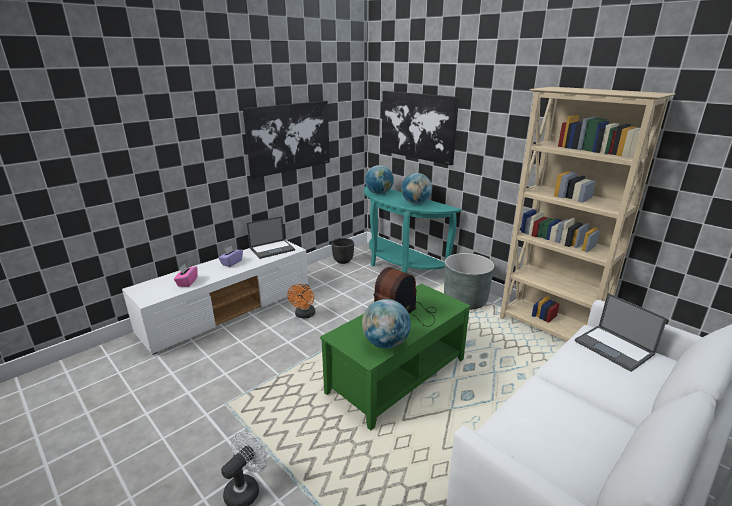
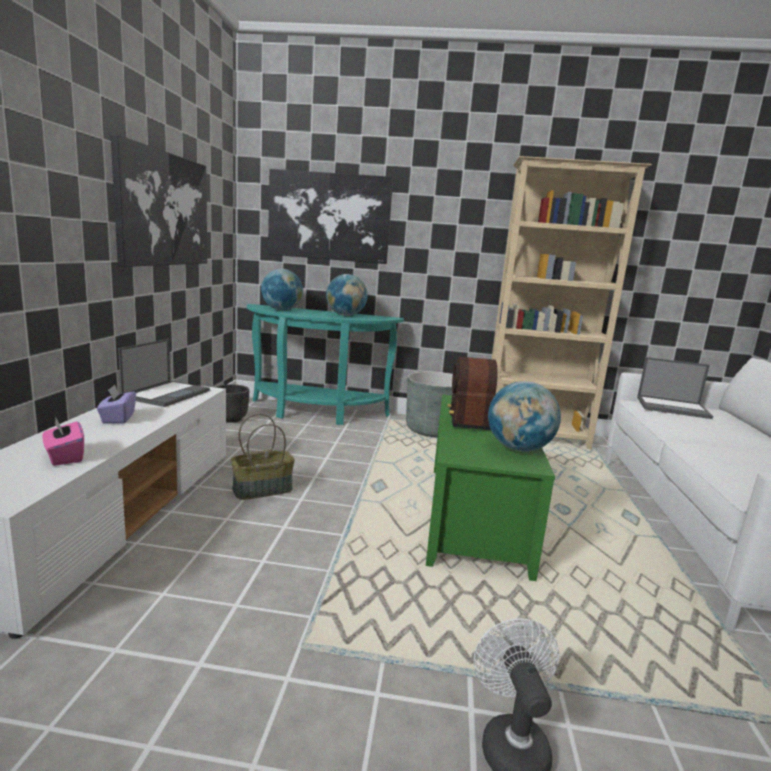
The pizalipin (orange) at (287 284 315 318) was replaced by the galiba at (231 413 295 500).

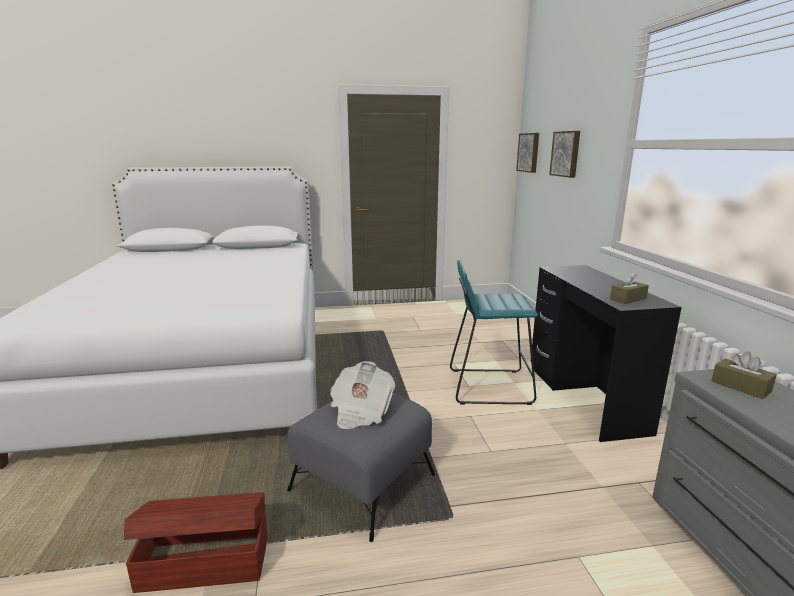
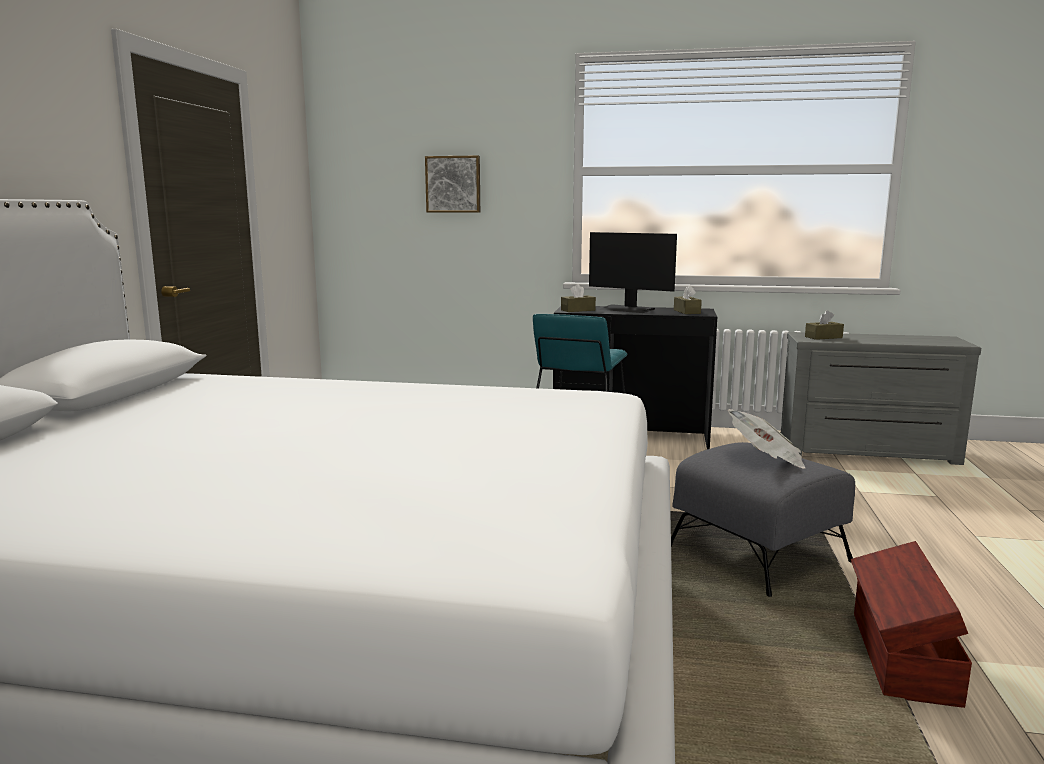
The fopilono at (516 133 539 173) disappeared.
The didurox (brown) at (561 284 596 312) appeared.
The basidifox at (589 232 677 313) appeared.

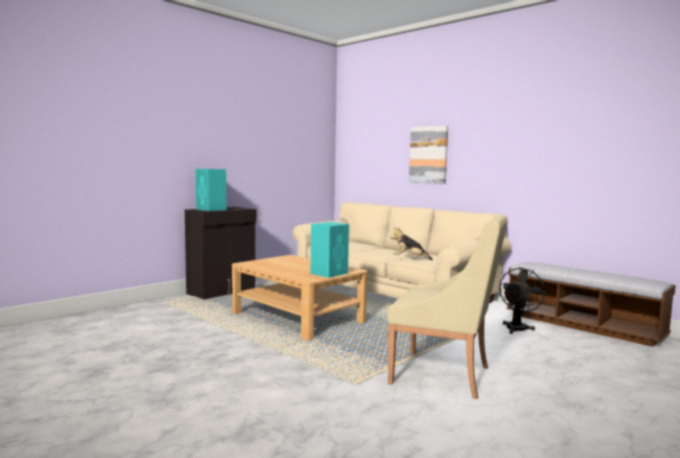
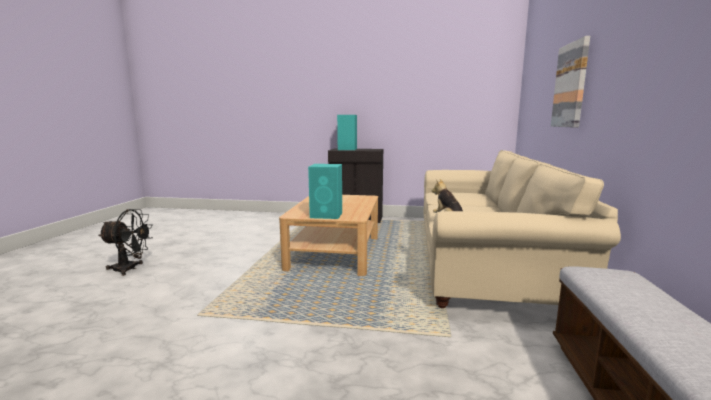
The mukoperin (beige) at (388 214 508 399) disappeared.
The pizalipin (black) moved from (499 267 547 334) to (98 209 153 276).

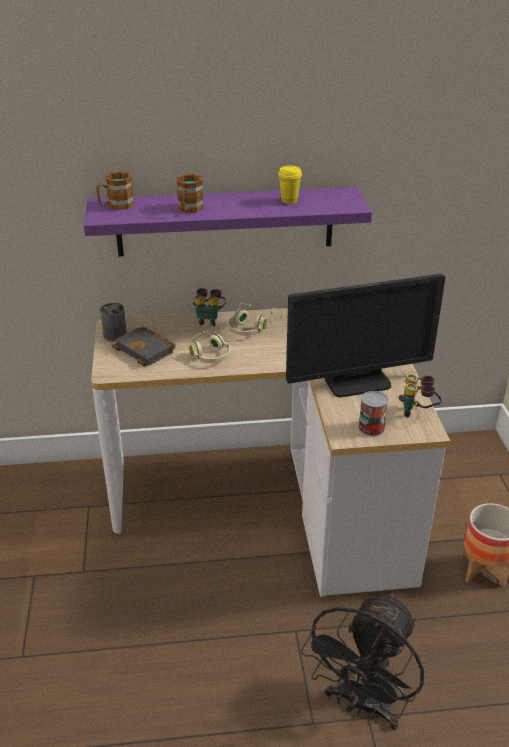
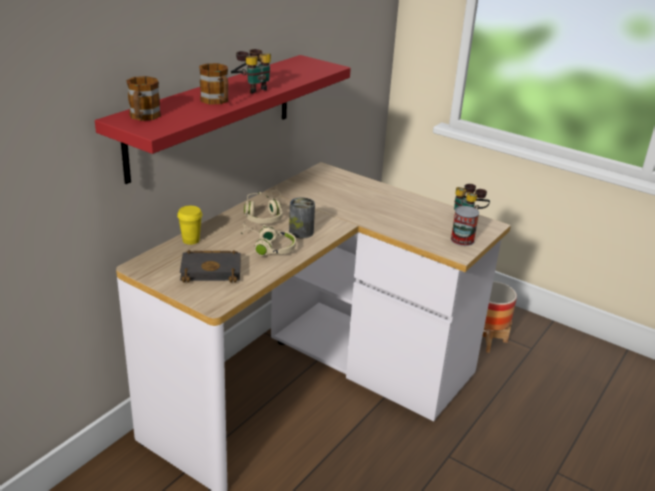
The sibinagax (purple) at (84 187 372 257) became the sibinagax (red) at (95 55 351 184).
The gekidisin moved from (100 303 127 342) to (289 197 315 239).
The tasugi moved from (193 288 226 326) to (231 49 271 94).
The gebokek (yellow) moved from (278 166 302 204) to (177 206 202 245).
The basidifox at (286 274 445 398) disappeared.
The pizalipin (black) at (301 592 424 730) disappeared.

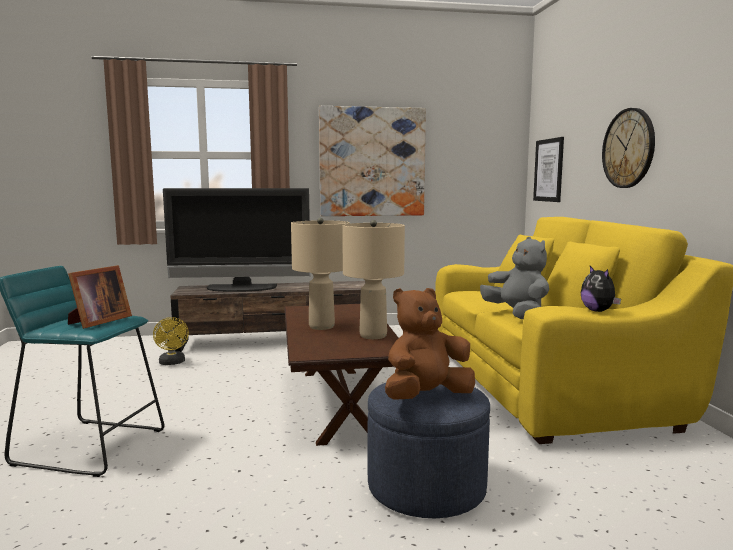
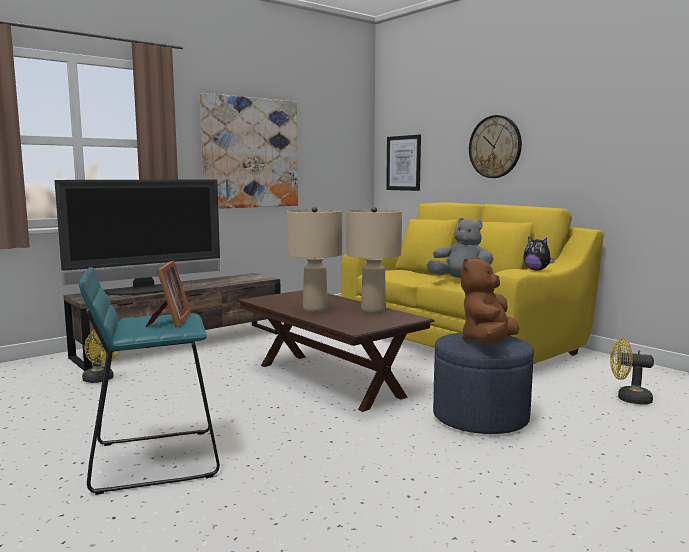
The pizalipin (yellow) at (610 338 654 405) appeared.

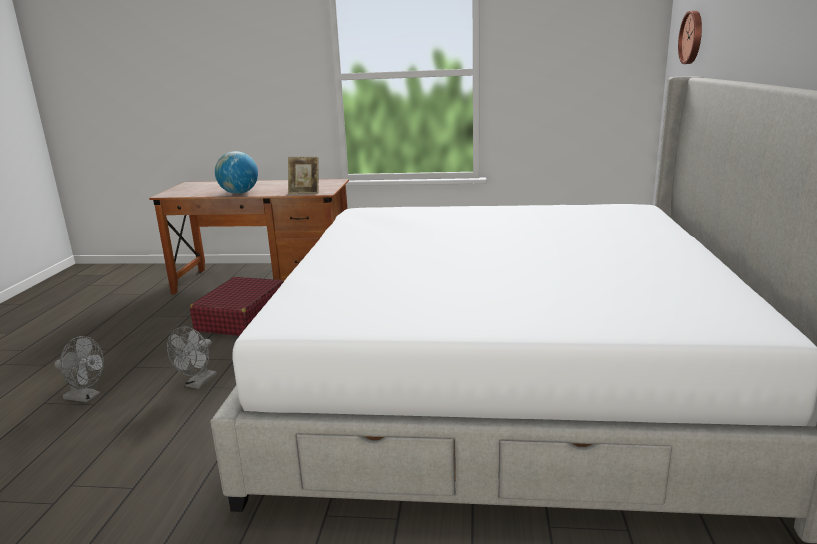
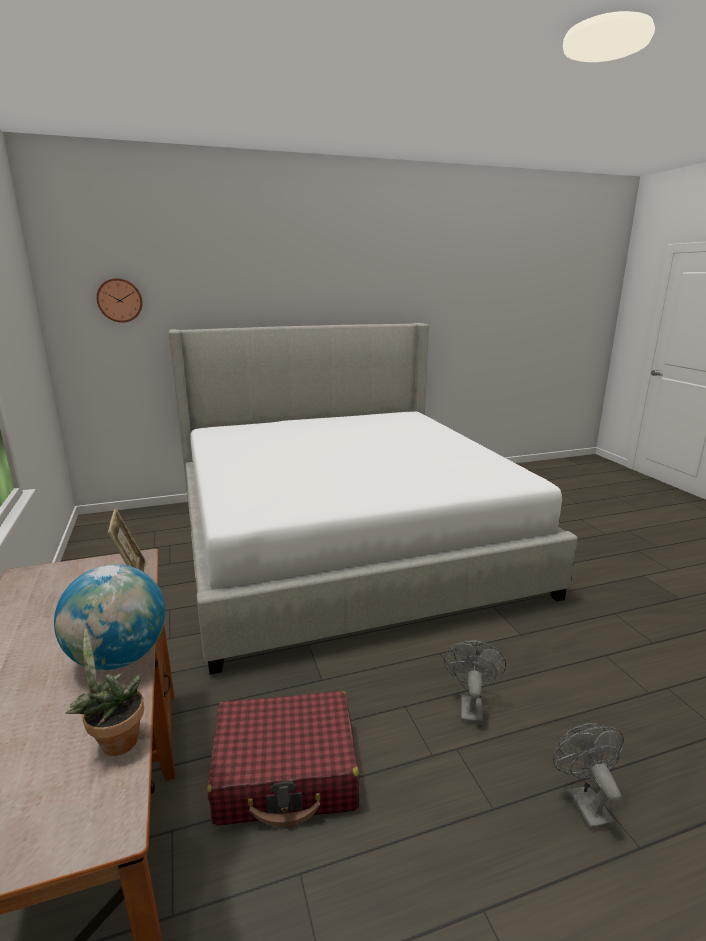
The pizalipin (grey) at (167 327 217 389) turned 75 degrees counterclockwise.
The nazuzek at (65 629 144 756) appeared.

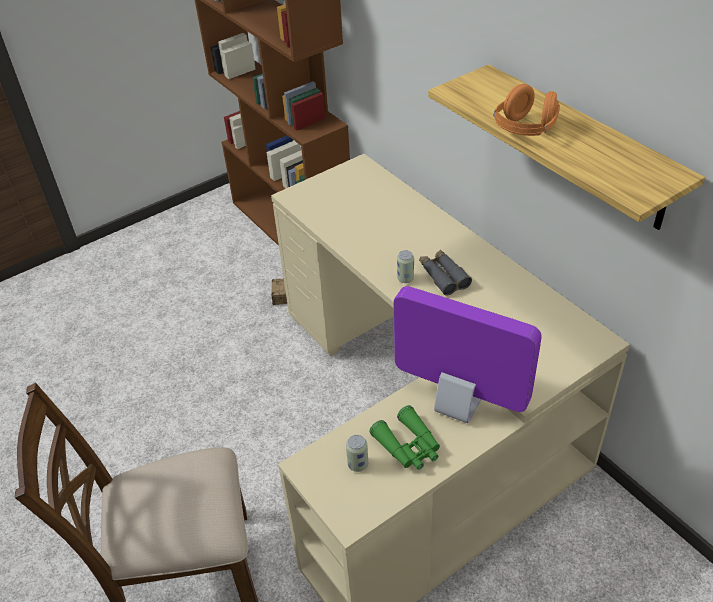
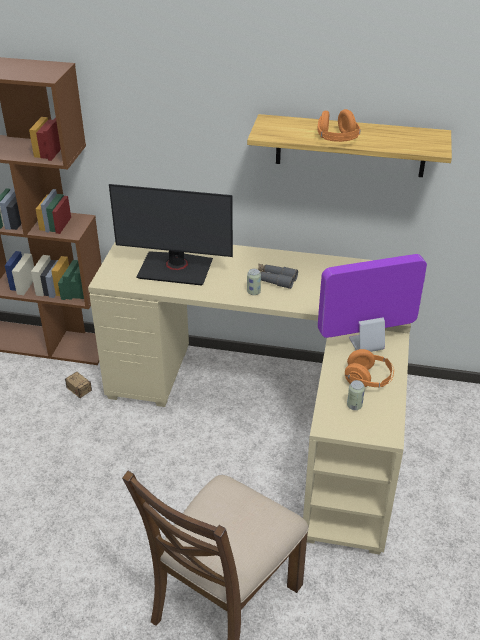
The tasugi (green) at (369 405 440 470) was replaced by the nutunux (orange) at (345 349 394 387).
The basidifox at (109 184 233 286) appeared.

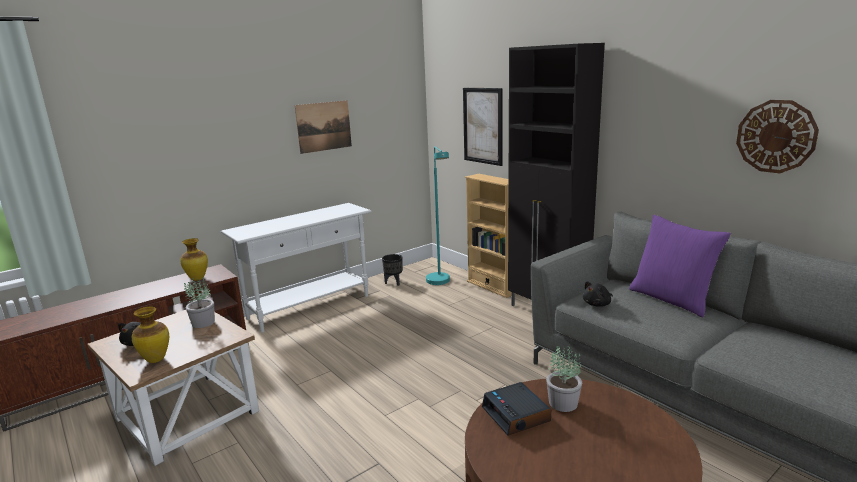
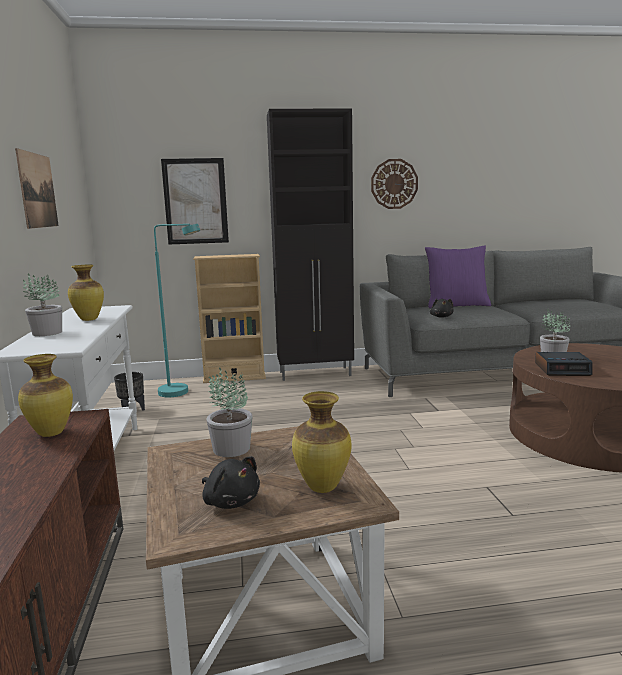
The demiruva moved from (736 100 819 173) to (371 159 418 209).
The nazuzek at (23 273 62 336) appeared.
The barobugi at (68 265 104 321) appeared.

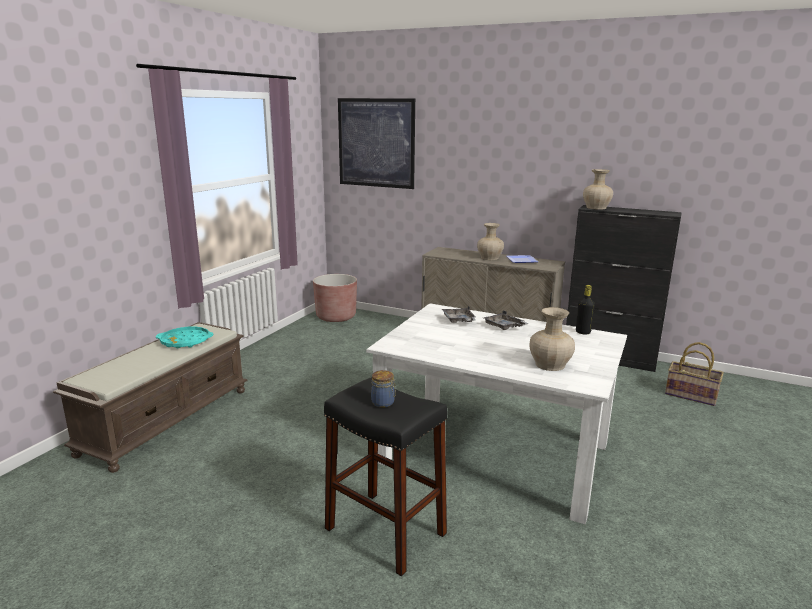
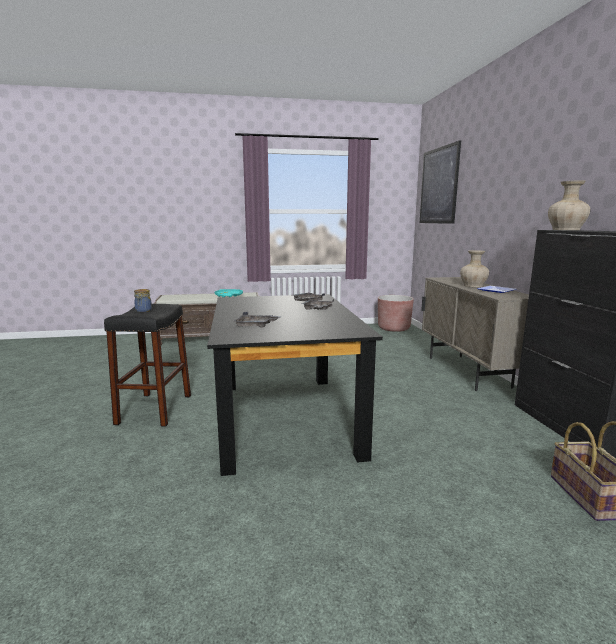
The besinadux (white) at (366 303 627 525) became the besinadux (black) at (207 294 383 476).
The barobugi (beige) at (530 307 575 371) was replaced by the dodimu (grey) at (233 312 281 327).
The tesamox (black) at (576 285 595 334) disappeared.

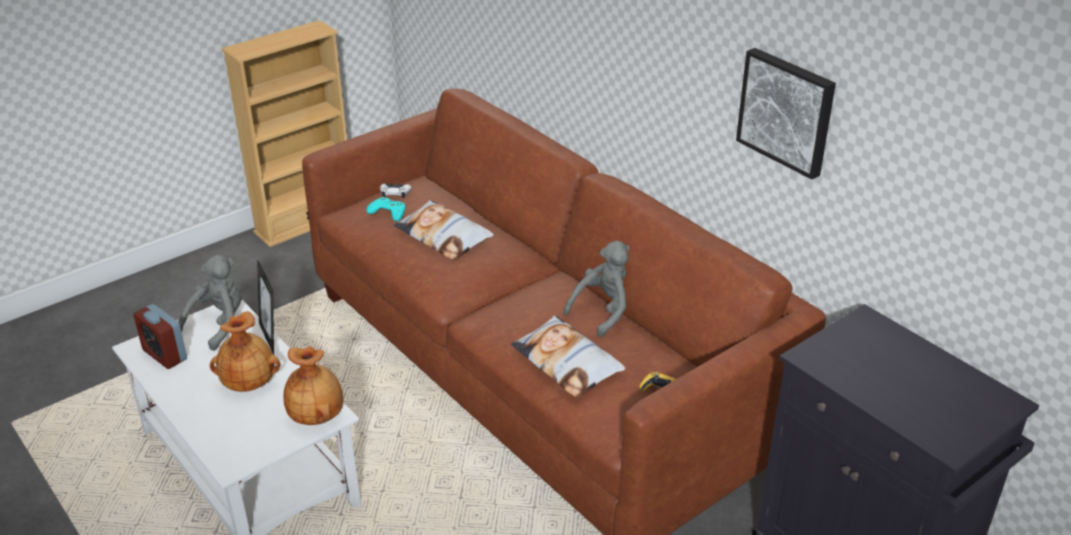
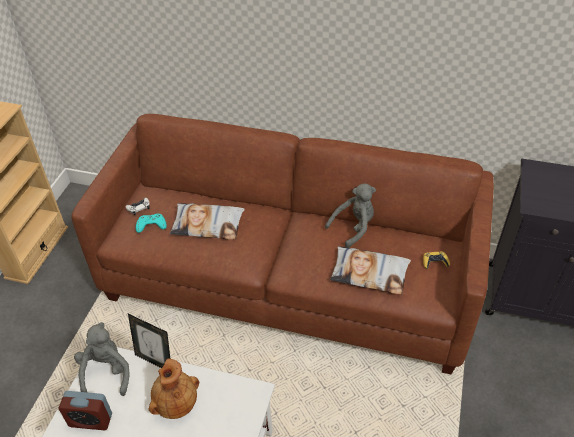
The barobugi (brown) at (283 346 343 425) disappeared.
The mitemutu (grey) at (563 241 629 337) turned 45 degrees clockwise.
The fopilono at (736 48 836 179) disappeared.

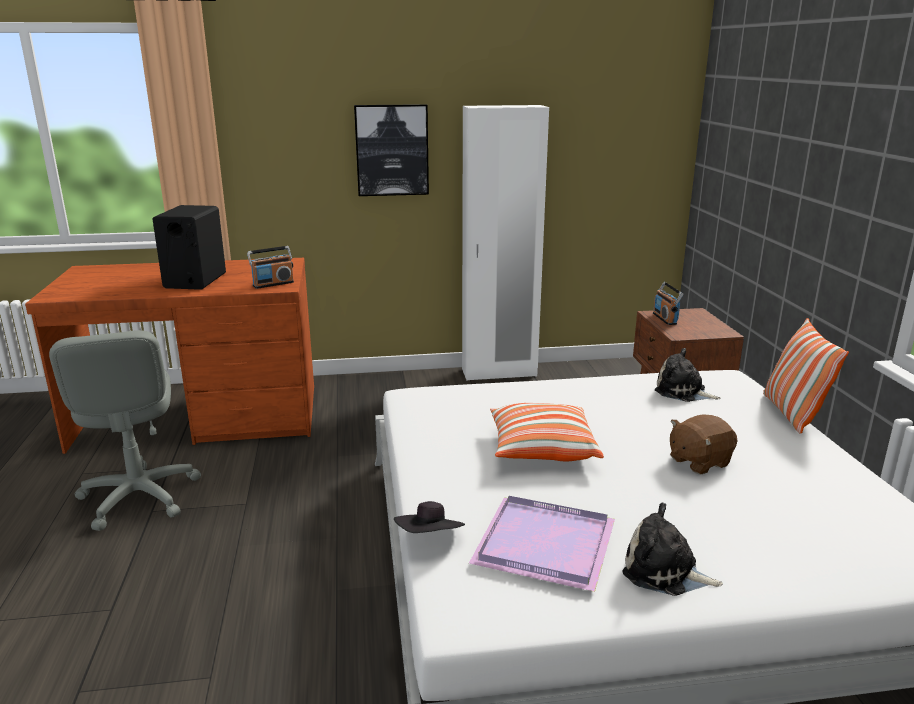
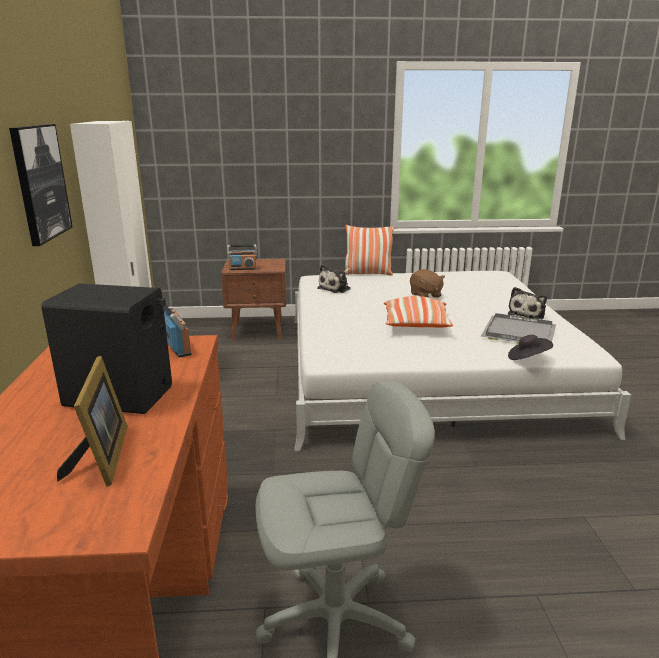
The dodimu (purple) at (469 496 615 592) became the dodimu (grey) at (481 313 556 344).
The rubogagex at (57 356 127 487) appeared.

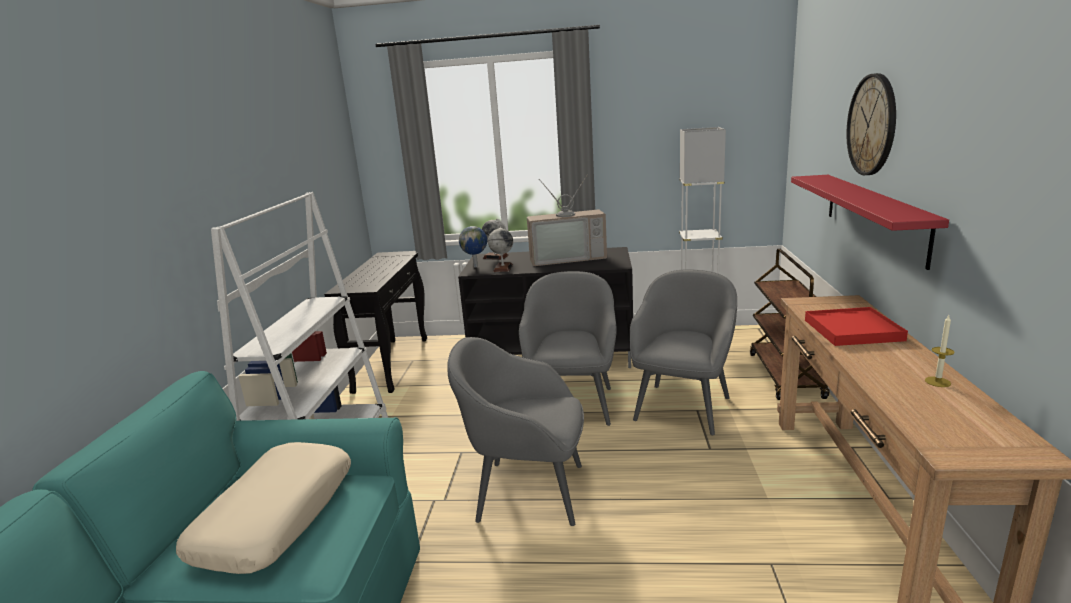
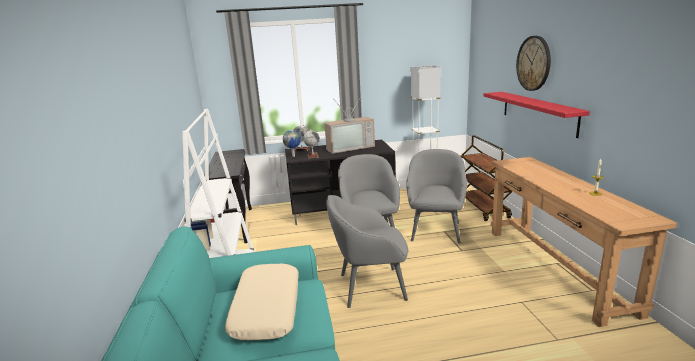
The dodimu (red) at (805 307 908 346) disappeared.

